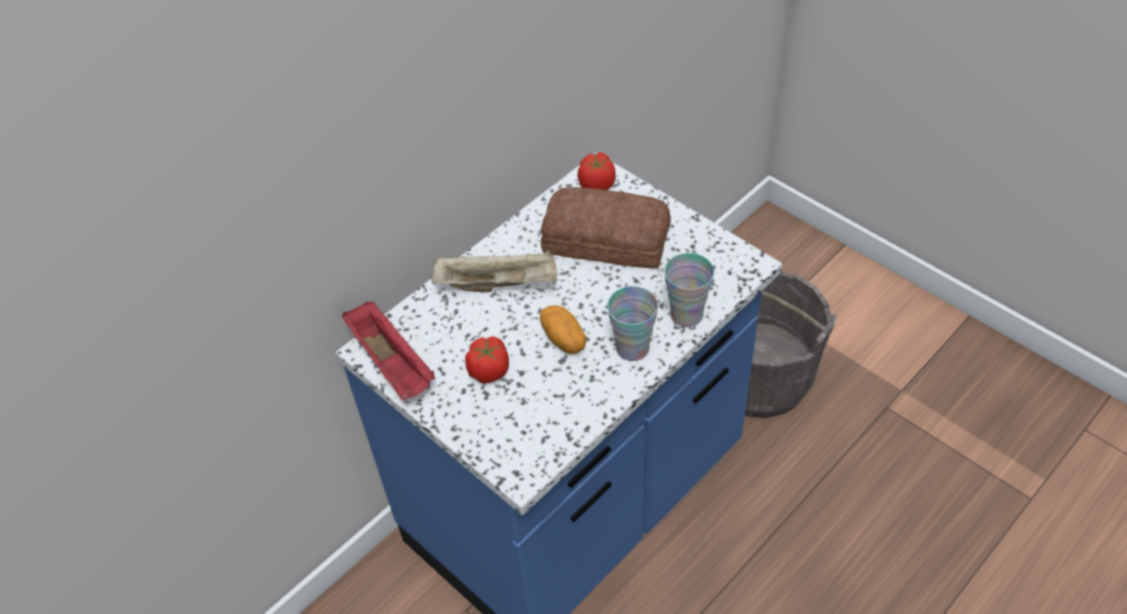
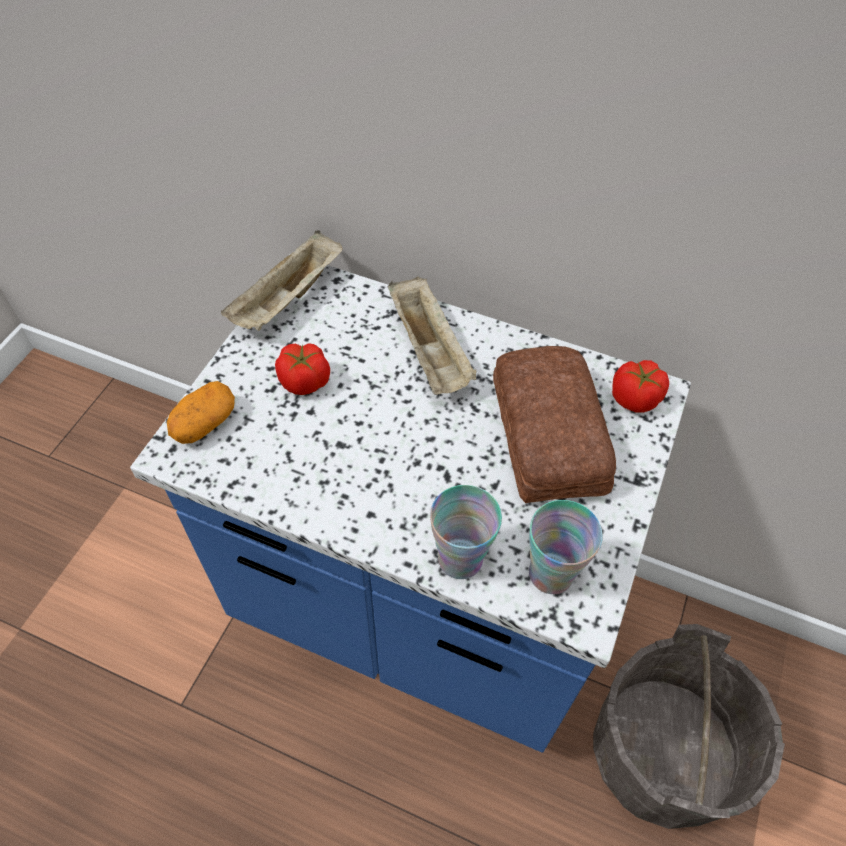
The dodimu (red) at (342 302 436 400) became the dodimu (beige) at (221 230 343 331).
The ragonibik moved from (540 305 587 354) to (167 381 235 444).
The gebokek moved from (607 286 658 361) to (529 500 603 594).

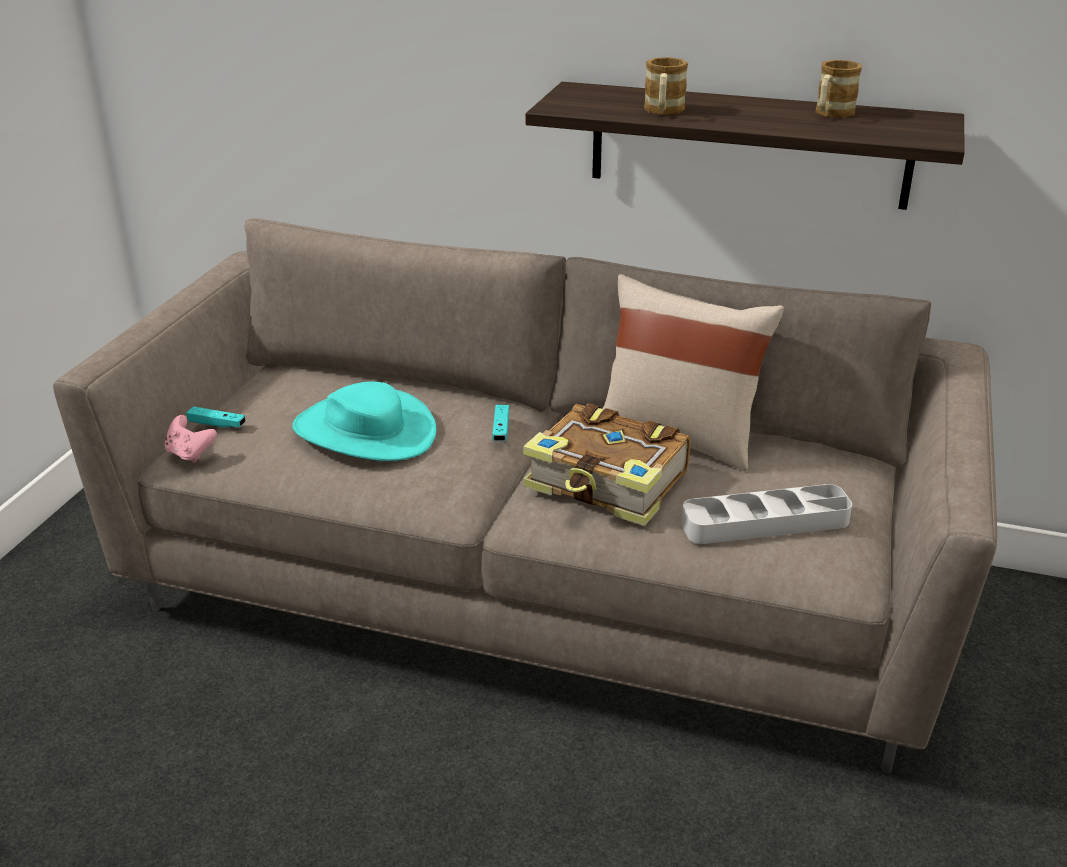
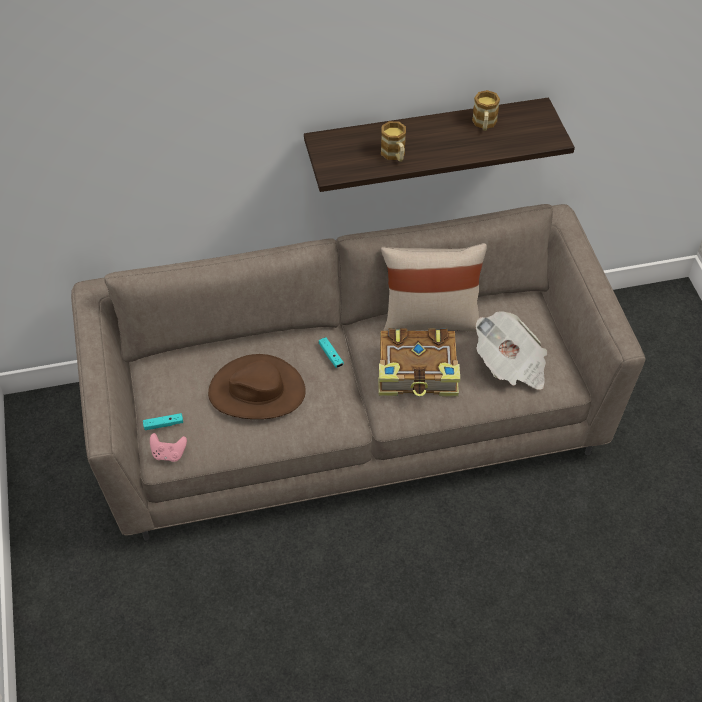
The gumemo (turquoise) at (292 382 437 461) became the gumemo (brown) at (208 354 306 419).
The dodimu (grey) at (681 484 852 544) was replaced by the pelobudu at (476 311 547 390).

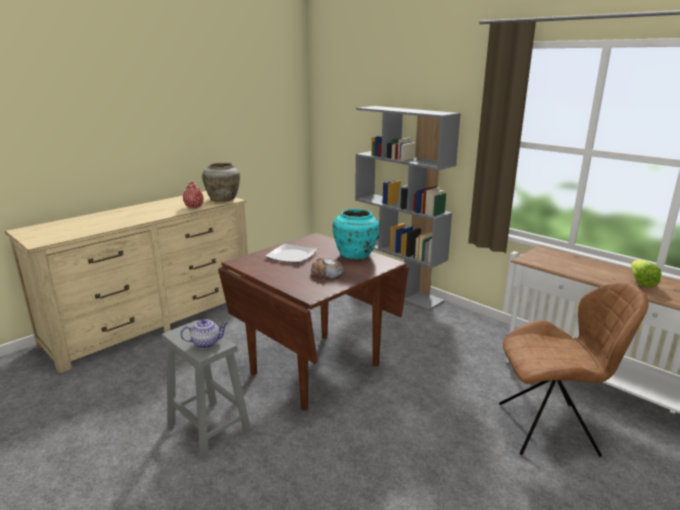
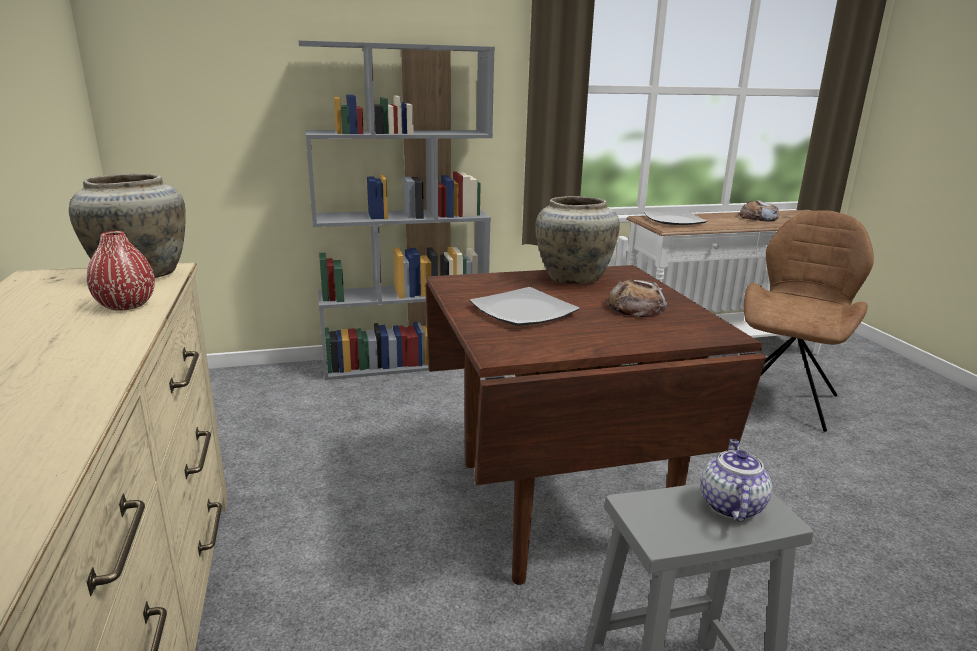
The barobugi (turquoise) at (332 209 379 259) became the barobugi (beige) at (535 196 620 284).
The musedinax at (631 260 662 287) was replaced by the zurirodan at (739 200 779 222).
The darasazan at (644 211 707 225) appeared.

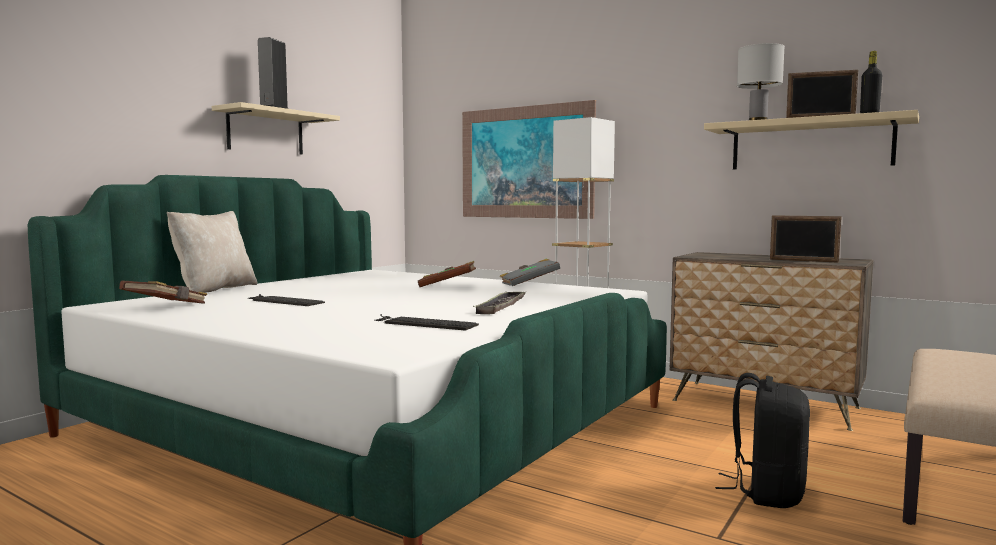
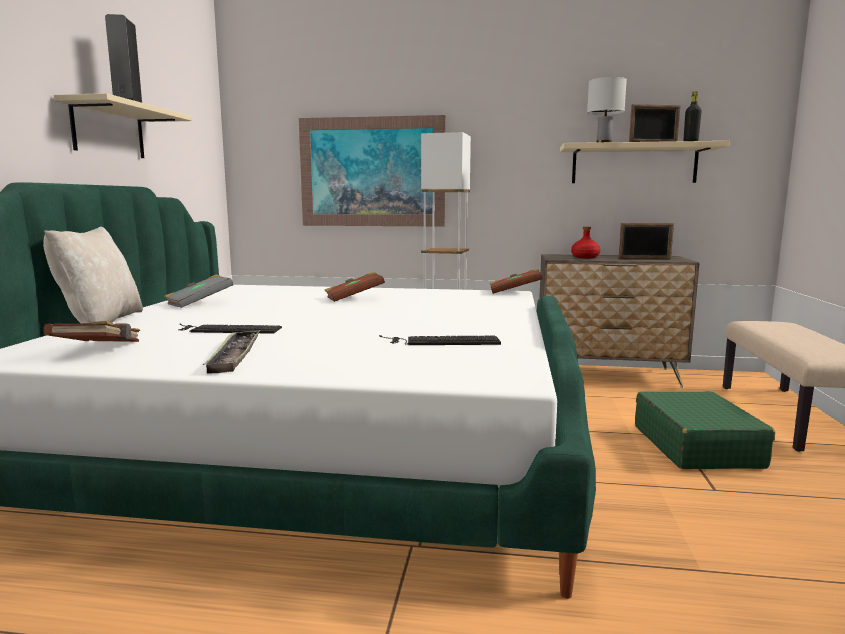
The dodimu moved from (473 291 525 314) to (203 330 260 374).
The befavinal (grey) moved from (500 259 560 286) to (164 274 233 308).
The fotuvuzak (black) at (715 373 810 508) was replaced by the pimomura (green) at (635 391 775 469).
The befavinal (brown) at (490 268 543 294) appeared.
The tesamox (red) at (571 227 601 258) appeared.

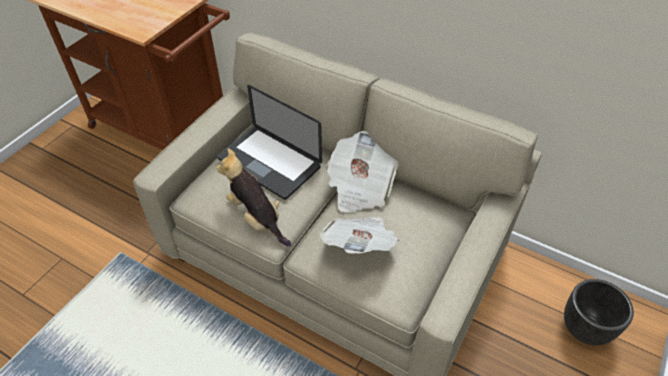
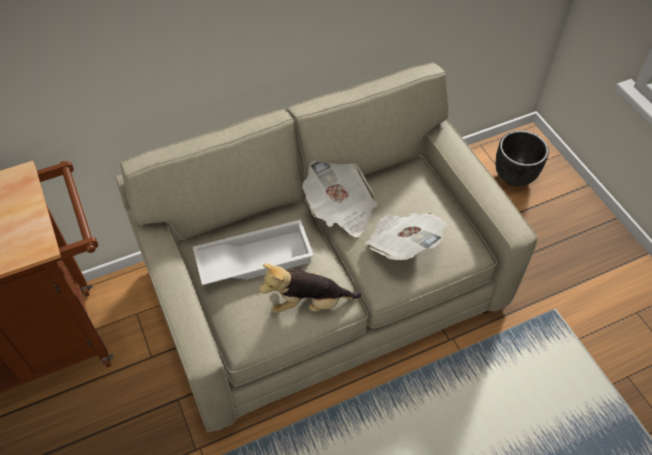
The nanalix at (217 85 322 200) was replaced by the dodimu (white) at (193 220 314 285).

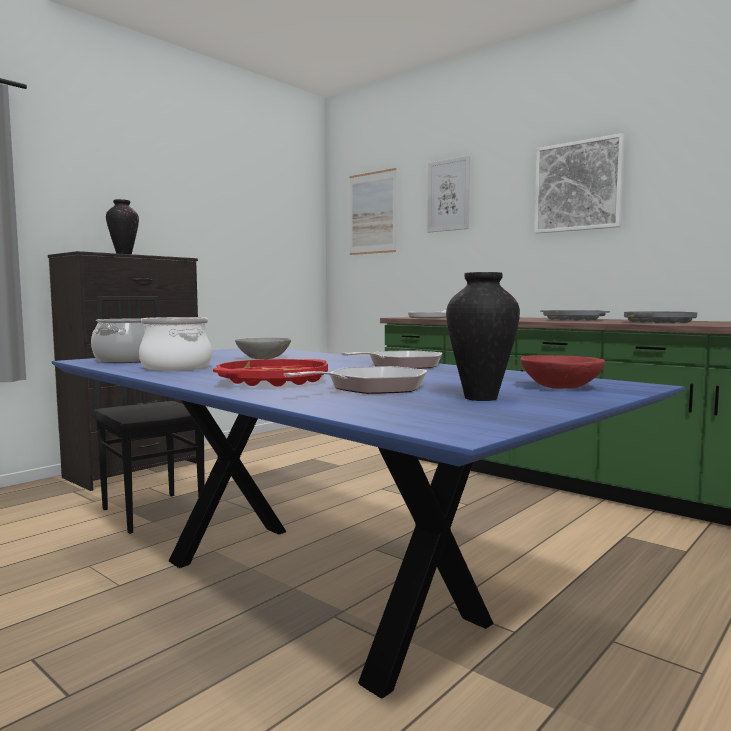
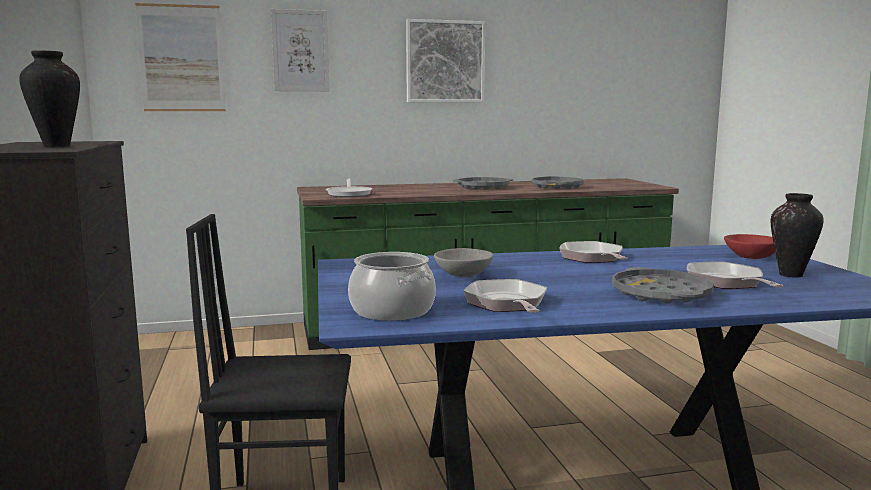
The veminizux at (139 317 212 371) was replaced by the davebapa at (463 279 547 313).
The dodimu (red) at (213 359 328 387) became the dodimu (grey) at (612 267 714 303).

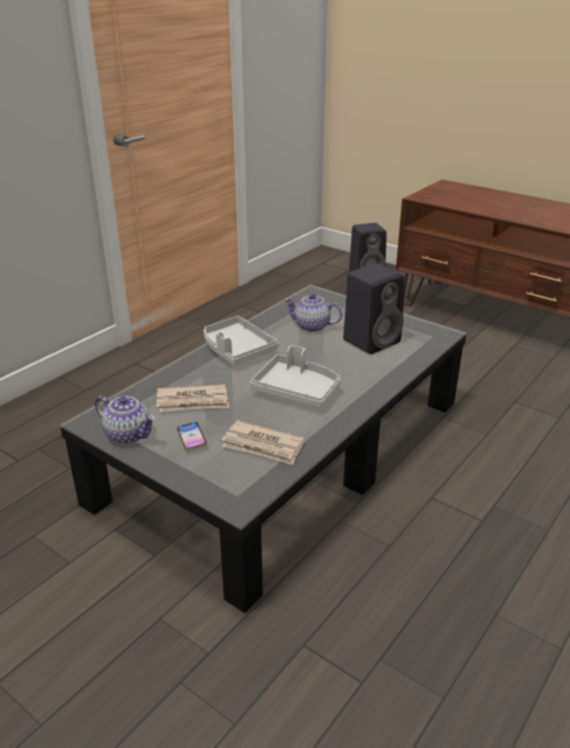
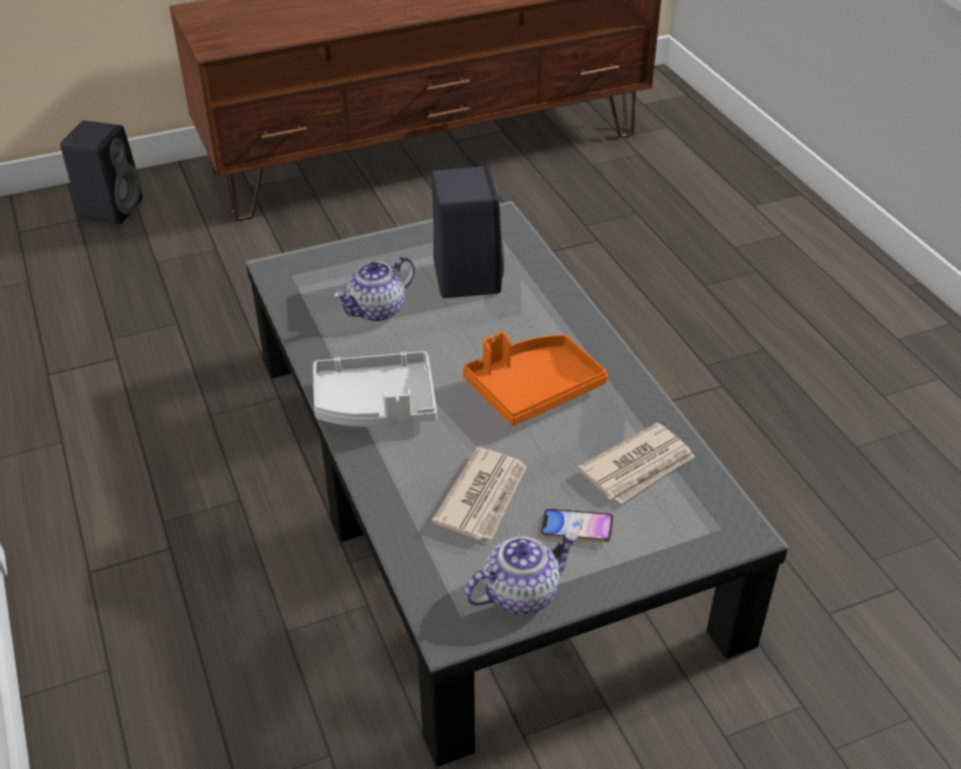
The dodimu (grey) at (250 345 341 408) became the dodimu (orange) at (463 332 608 426).

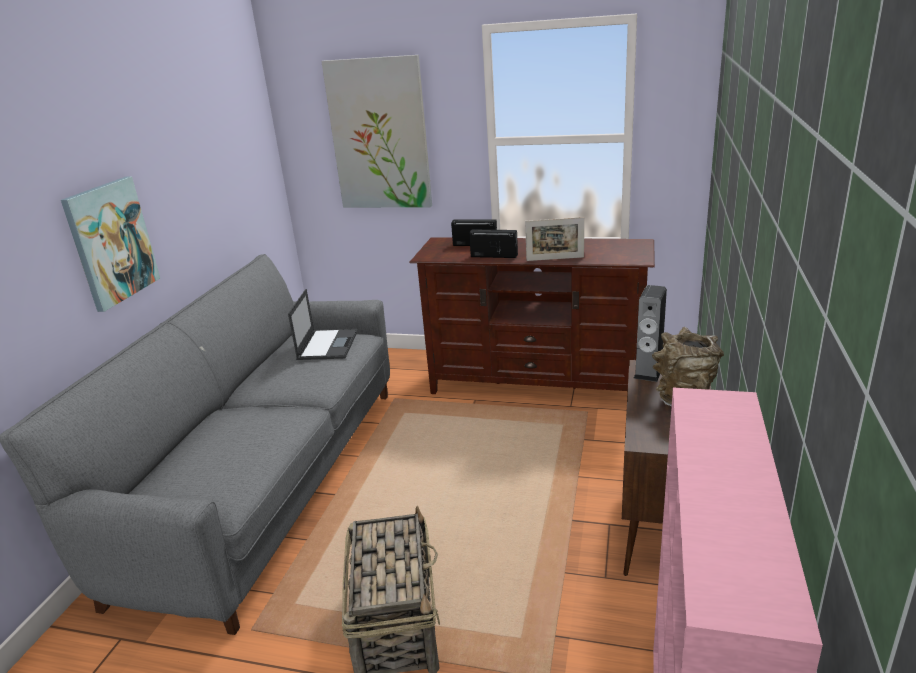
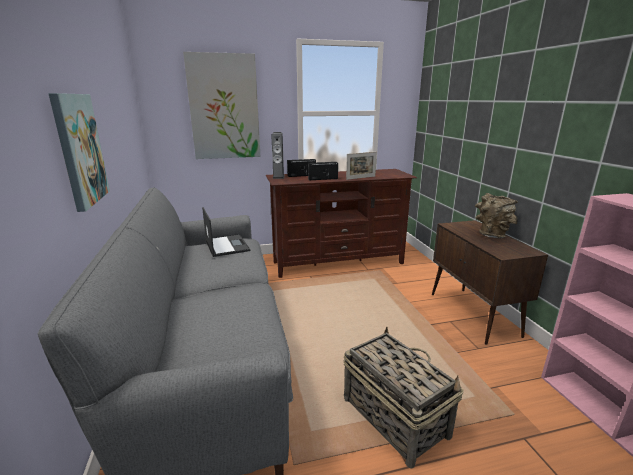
The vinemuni moved from (634 285 667 382) to (271 132 285 179).

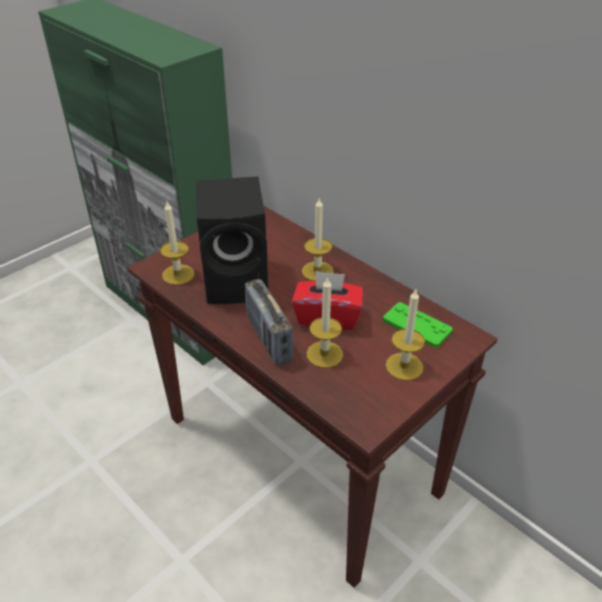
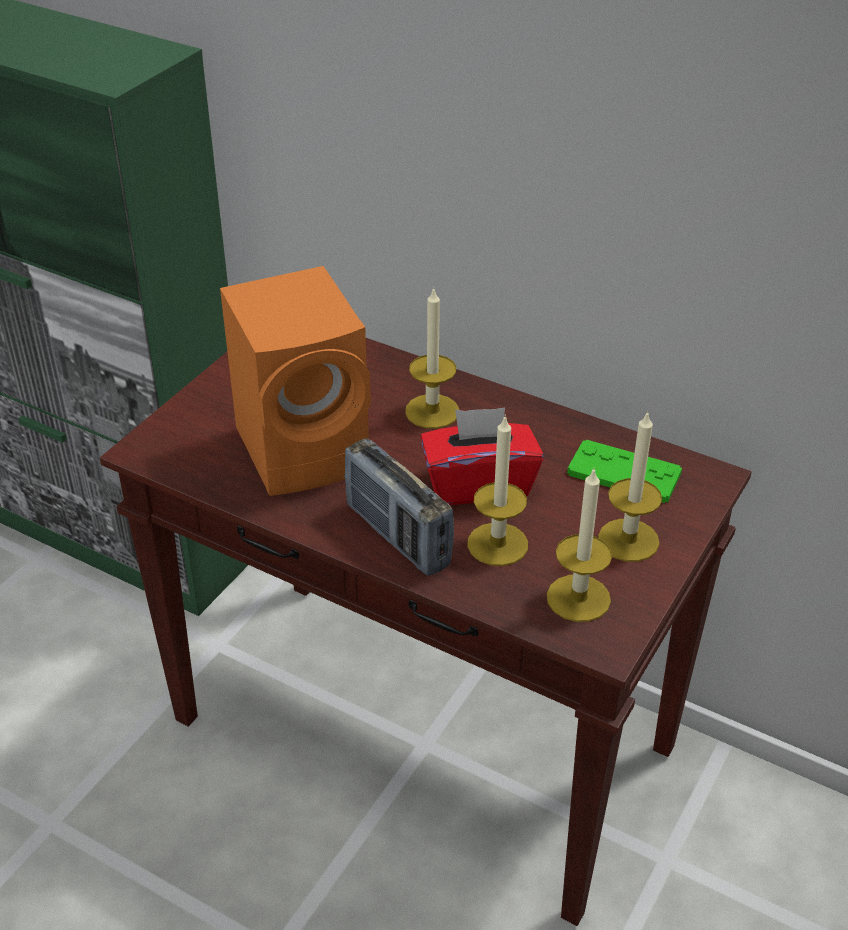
The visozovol moved from (160 202 194 285) to (547 467 612 622).
The vinemuni (black) at (196 176 268 304) became the vinemuni (orange) at (220 266 371 496).

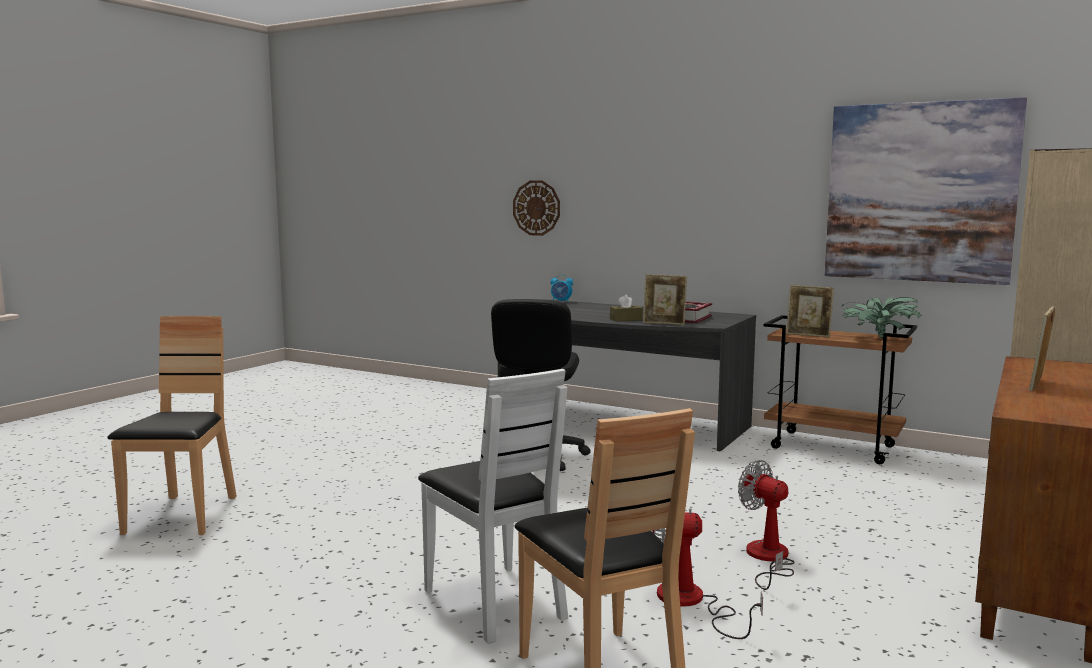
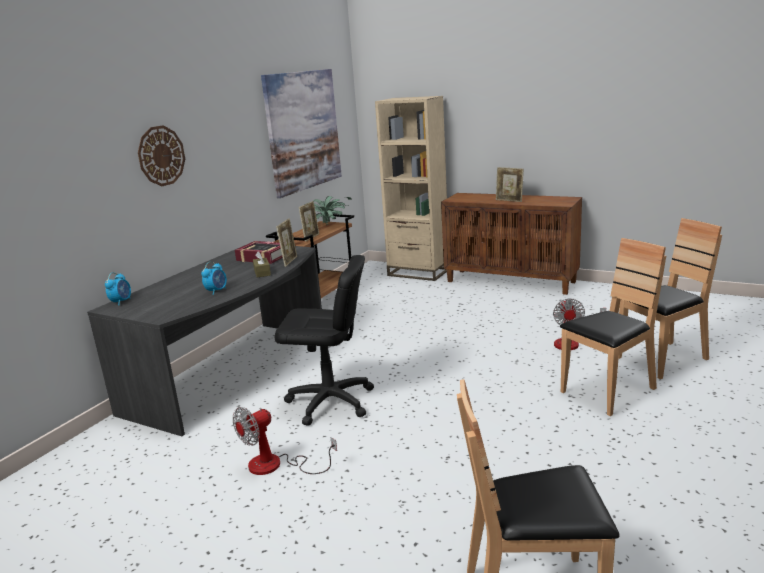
The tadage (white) at (418 369 568 644) became the tadage (brown) at (560 238 666 416).
The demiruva moved from (513 181 560 236) to (138 125 185 186).
The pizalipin moved from (738 460 795 590) to (233 407 337 475).
The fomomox at (201 262 227 295) appeared.

